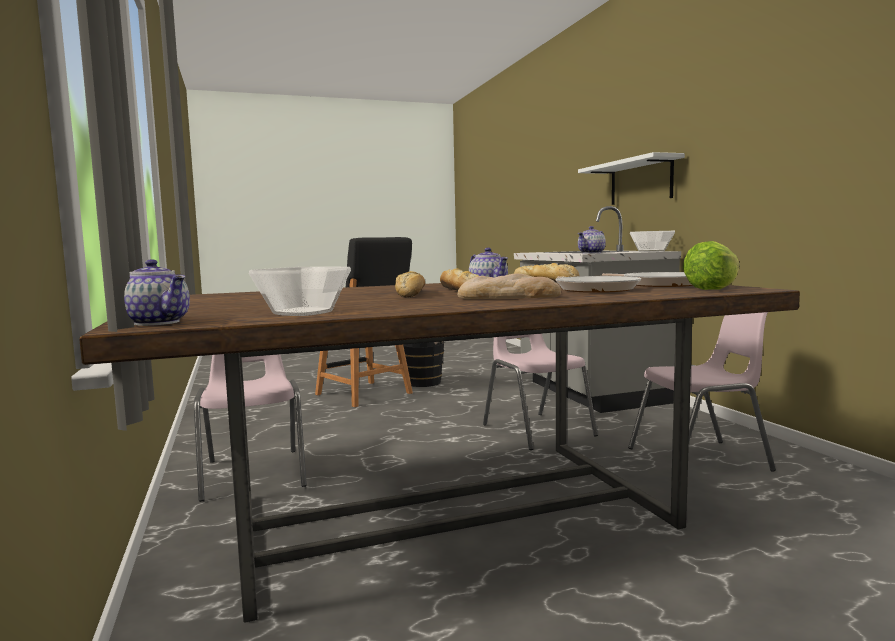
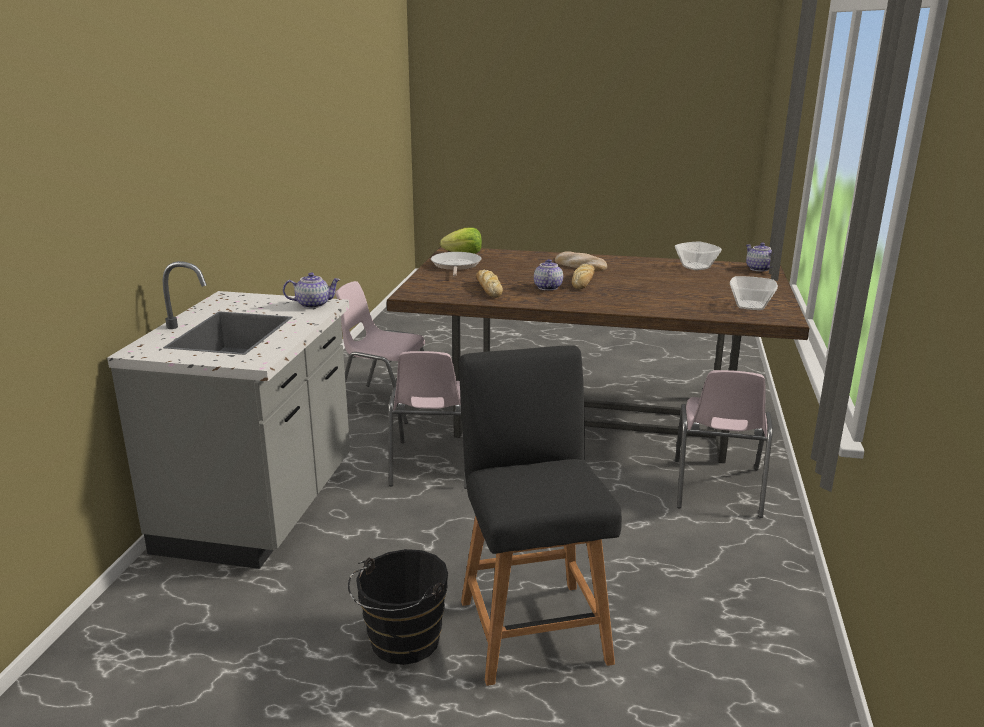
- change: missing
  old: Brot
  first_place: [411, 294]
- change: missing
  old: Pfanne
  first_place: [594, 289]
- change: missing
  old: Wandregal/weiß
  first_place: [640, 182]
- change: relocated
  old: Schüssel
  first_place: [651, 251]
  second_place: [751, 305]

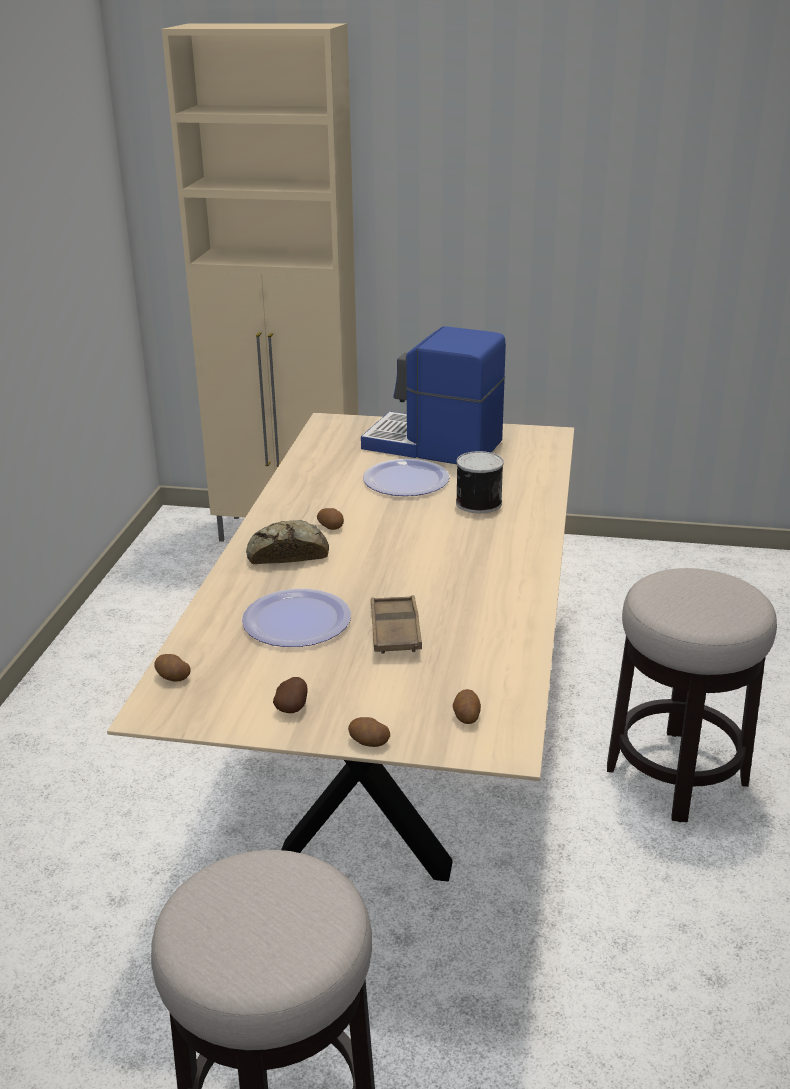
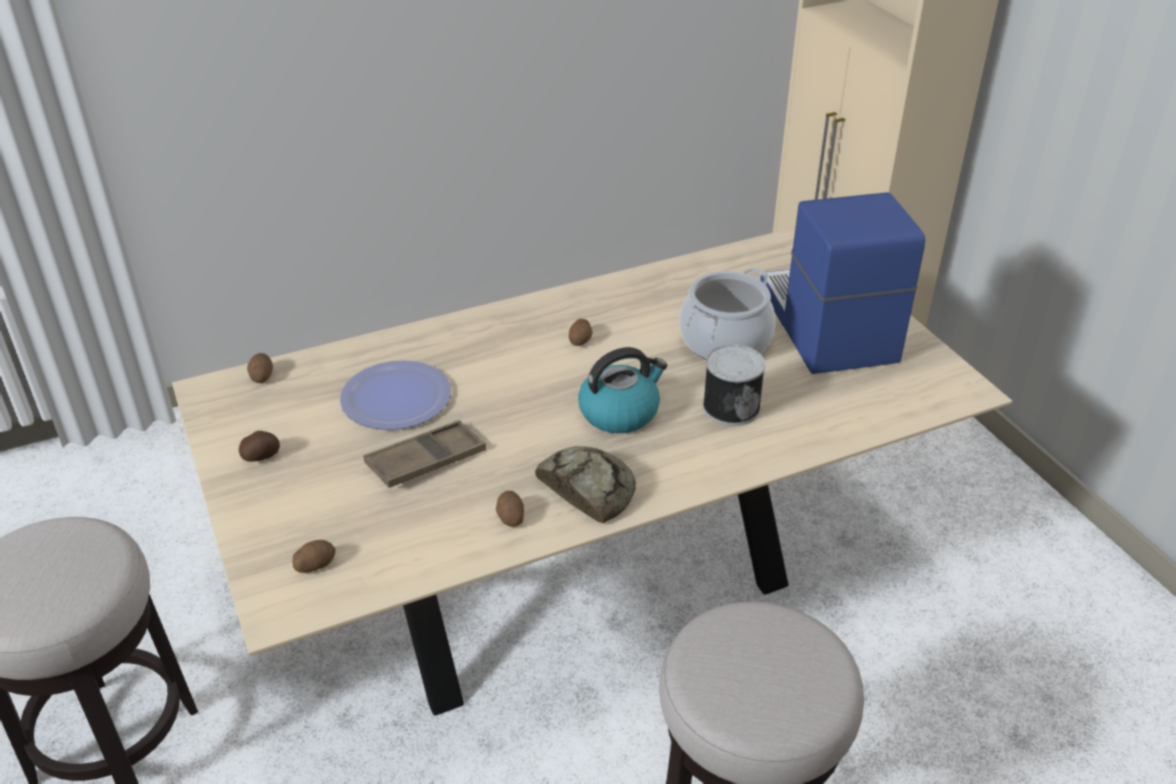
- change: appeared
  new: Wasserkessel
  second_place: [620, 412]
- change: relocated
  old: Brot
  first_place: [287, 553]
  second_place: [587, 489]
- change: relocated
  old: Kartoffel
  first_place: [368, 742]
  second_place: [510, 517]
- change: exchanged
  old: Teller
  new: Kochtopf
  first_place: [406, 480]
  second_place: [725, 342]

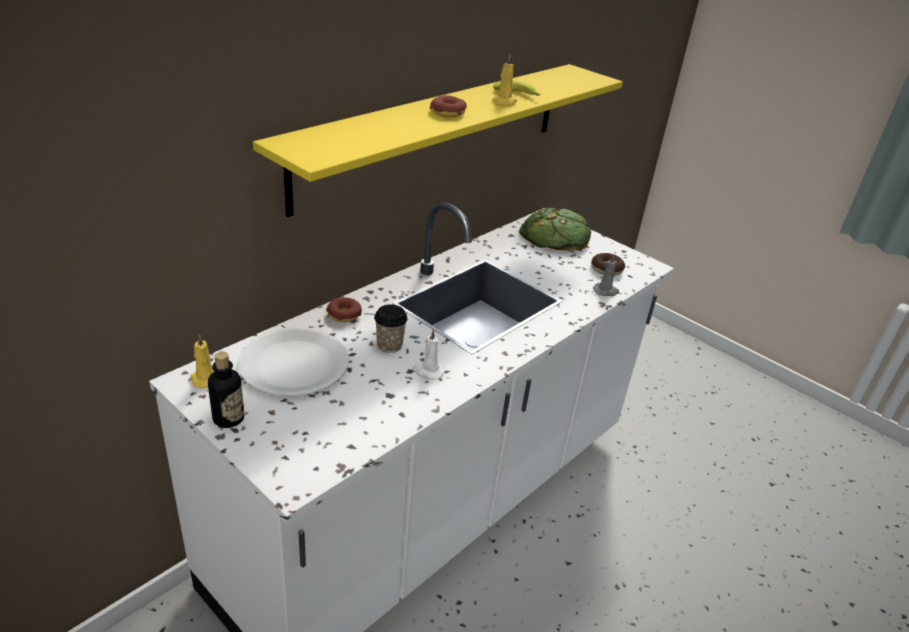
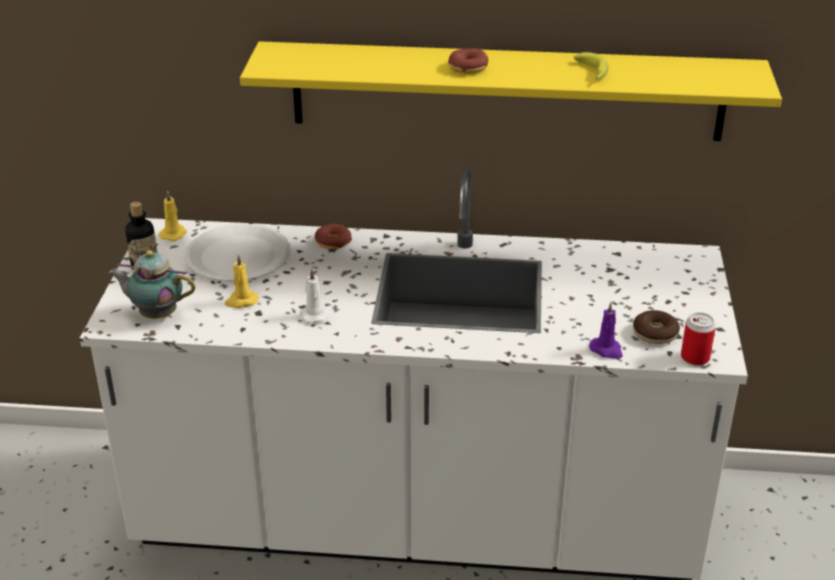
- change: missing
  old: Tasse
  first_place: [389, 345]
- change: missing
  old: Brot
  first_place: [555, 237]
- change: appeared
  new: Teekanne
  second_place: [156, 314]
- change: appeared
  new: Dose
  second_place: [695, 357]
- change: relocated
  old: Kerze/gelb
  first_place: [503, 102]
  second_place: [241, 301]
- change: colour
  old: Kerze/grau
  new: Kerze/lila
  first_place: [606, 291]
  second_place: [606, 350]

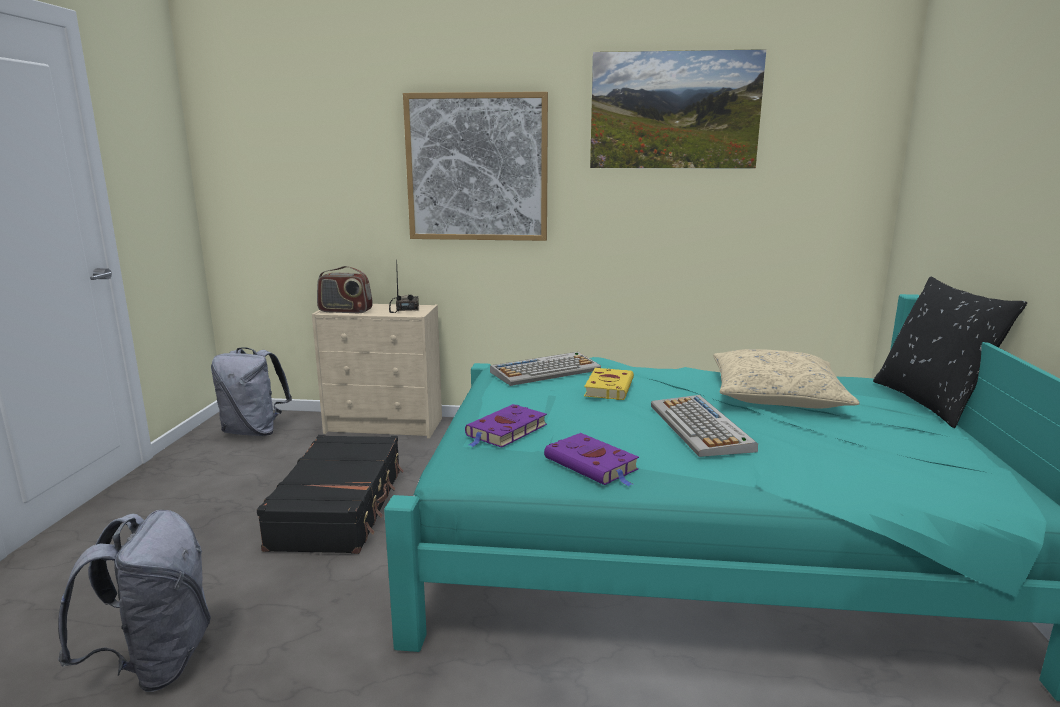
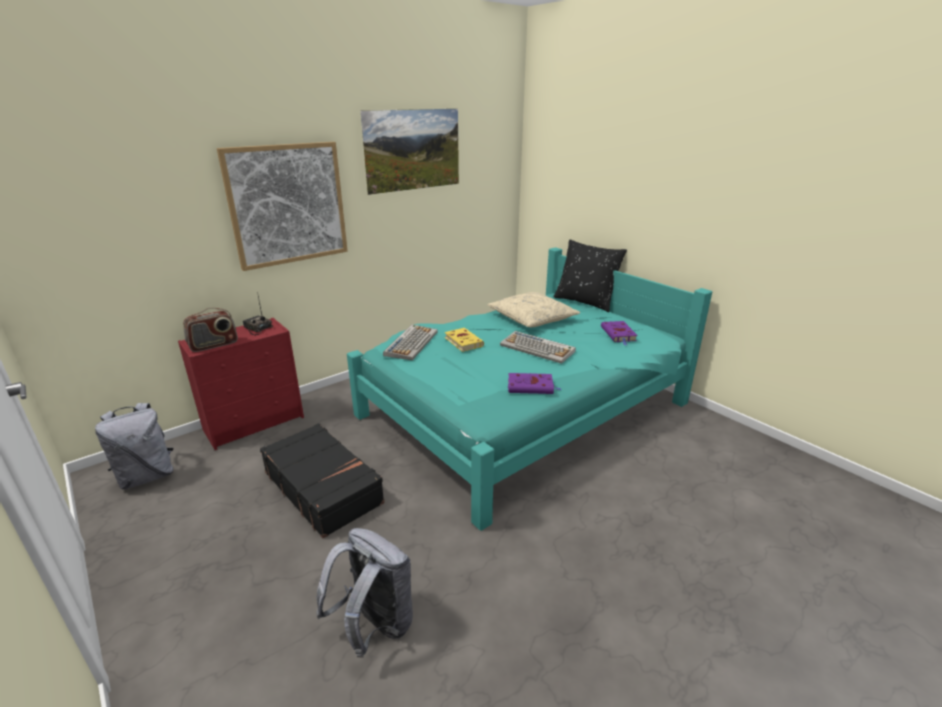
- change: relocated
  old: Buch/lila
  first_place: [505, 431]
  second_place: [619, 334]
- change: colour
  old: Kommode/beige
  new: Kommode/rot
  first_place: [385, 426]
  second_place: [255, 423]

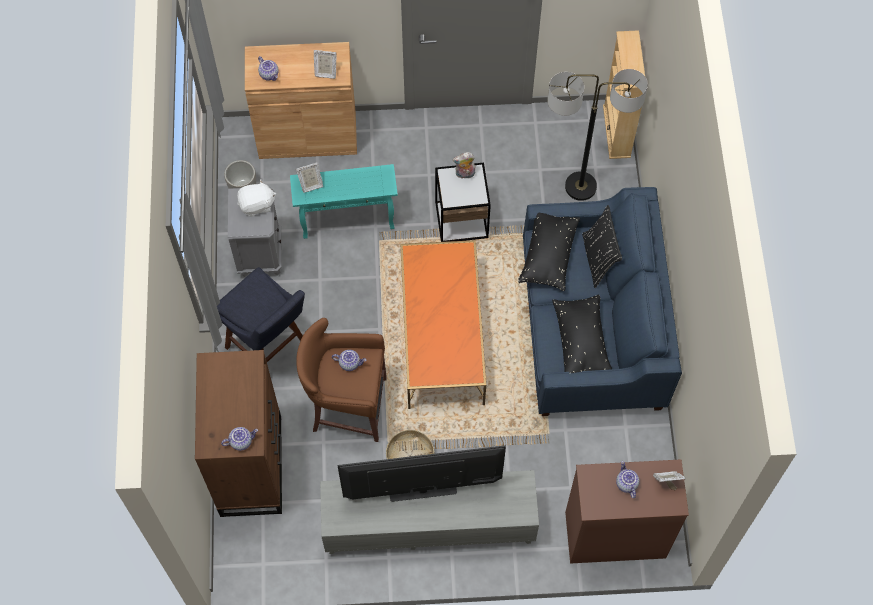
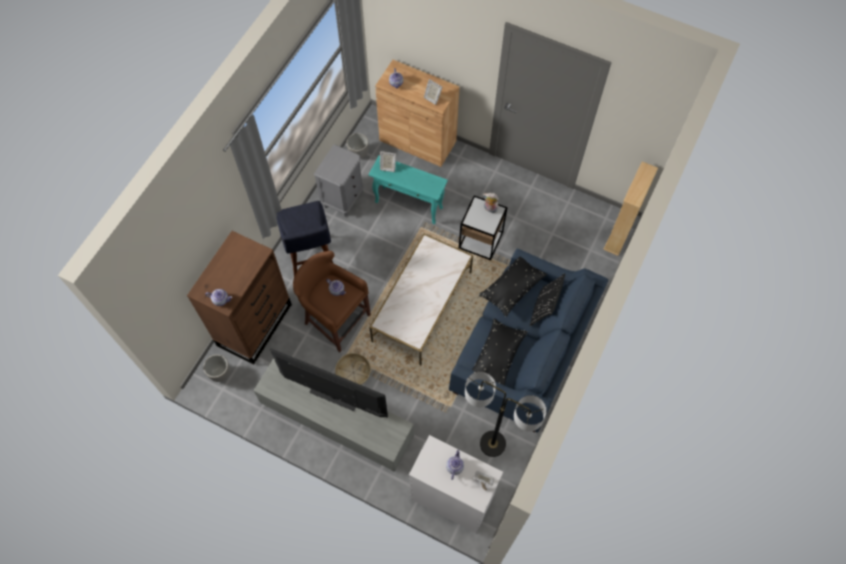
- change: missing
  old: Plüschtier/weiß
  first_place: [257, 205]
- change: appeared
  new: Pflanzkübel
  second_place: [220, 373]
- change: relocated
  old: Stehlampe
  first_place: [581, 187]
  second_place: [492, 444]
- change: colour
  old: Couchtisch/orange
  new: Couchtisch/weiß
  first_place: [442, 335]
  second_place: [422, 306]
- change: colour
  old: Kommode/braun
  new: Kommode/weiß
  first_place: [614, 535]
  second_place: [451, 497]

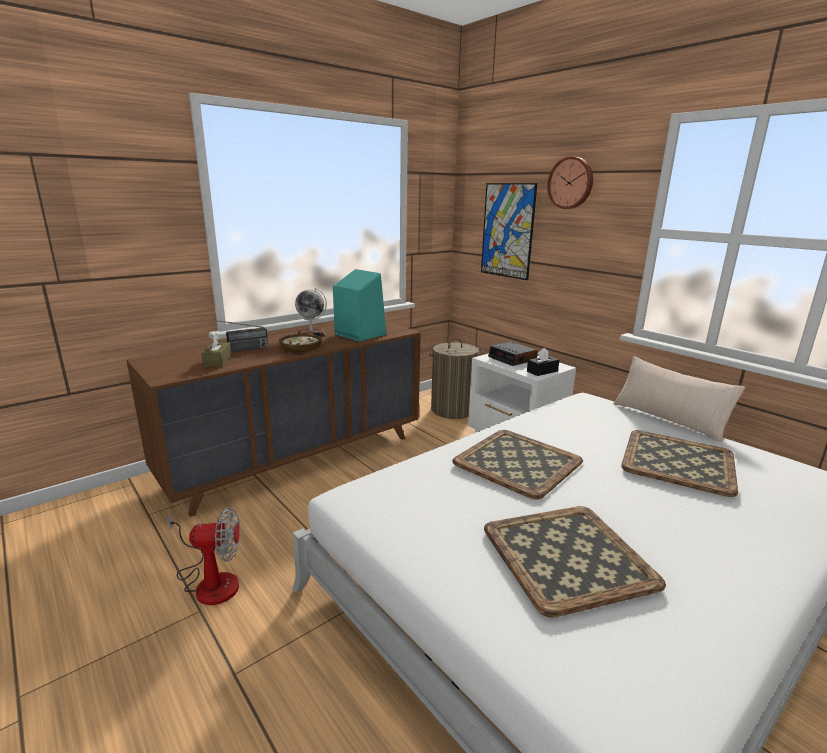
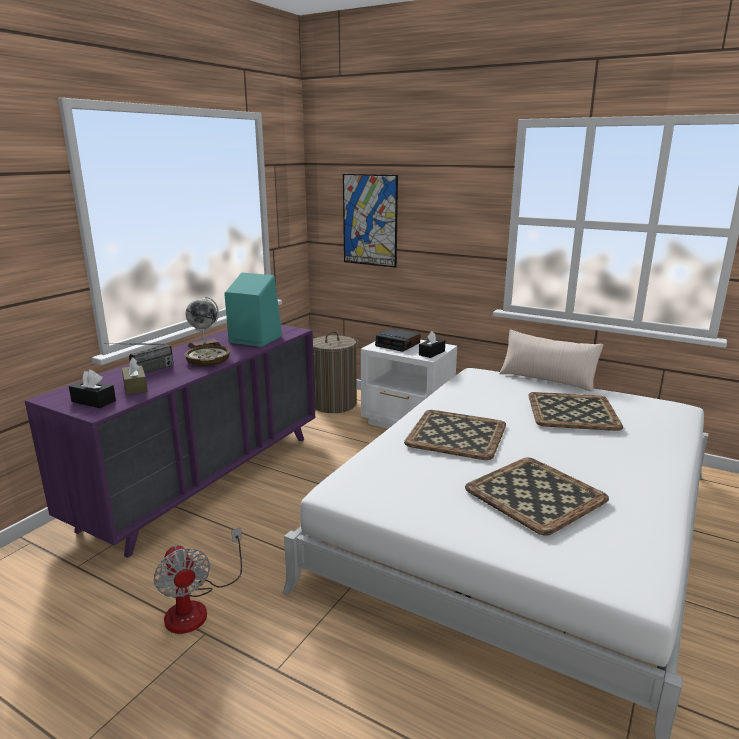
- change: missing
  old: Wanduhr
  first_place: [571, 183]
- change: appeared
  new: Taschentuchbox/schwarz
  second_place: [93, 401]
- change: colour
  old: Kommode/braun
  new: Kommode/lila
  first_place: [297, 458]
  second_place: [205, 479]
- change: spun
  old: Ventilator
  first_place: [210, 581]
  second_place: [196, 607]
  degrees: 90

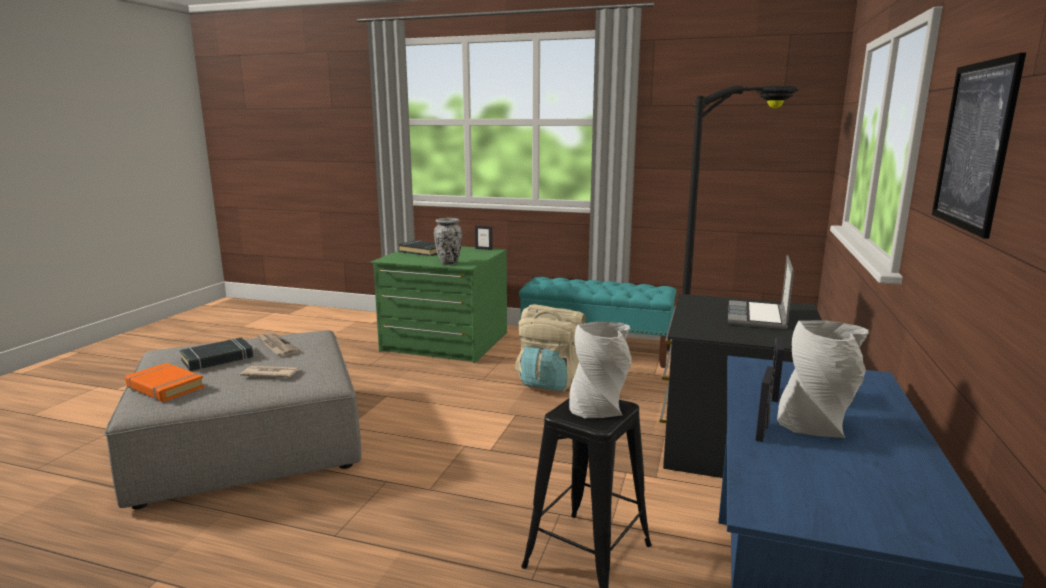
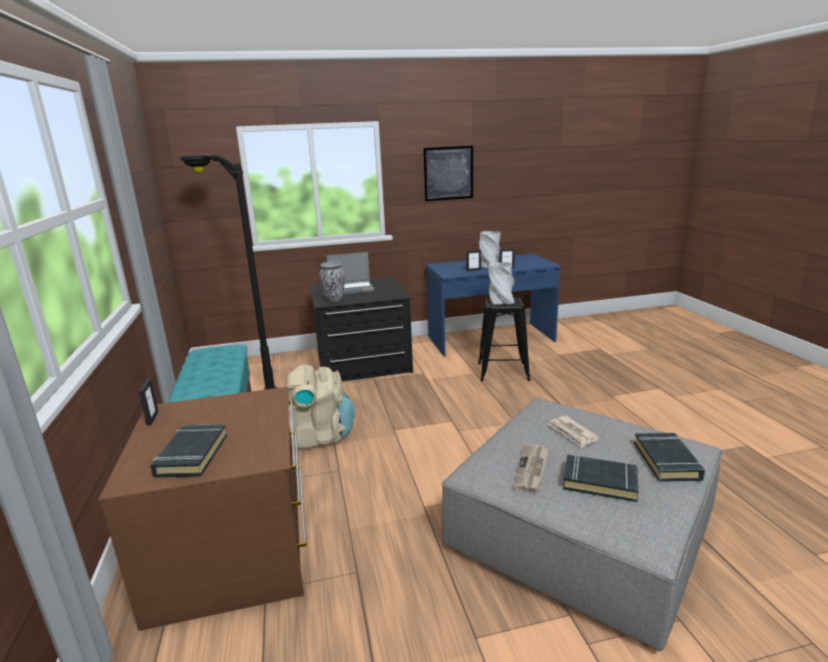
- change: relocated
  old: Vase
  first_place: [449, 263]
  second_place: [334, 300]
- change: colour
  old: Buch/orange
  new: Buch/schwarz
  first_place: [165, 387]
  second_place: [667, 461]
- change: colour
  old: Kommode/grün
  new: Kommode/braun
  first_place: [444, 342]
  second_place: [234, 550]

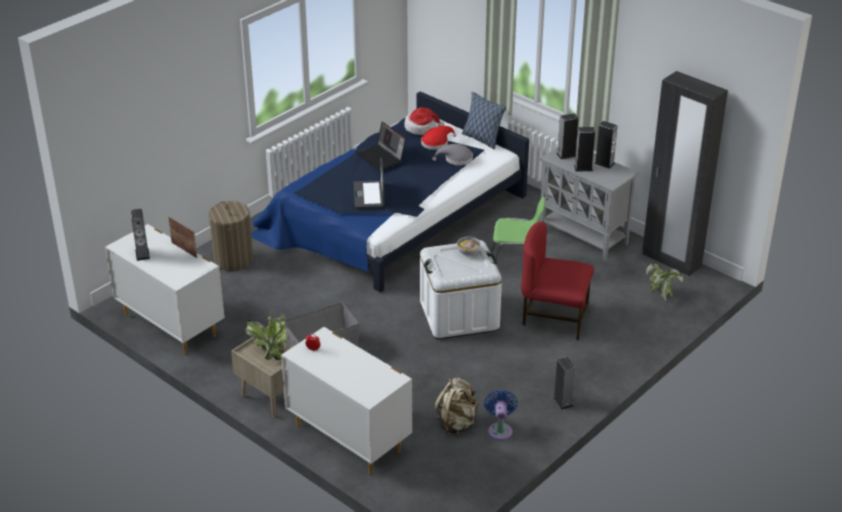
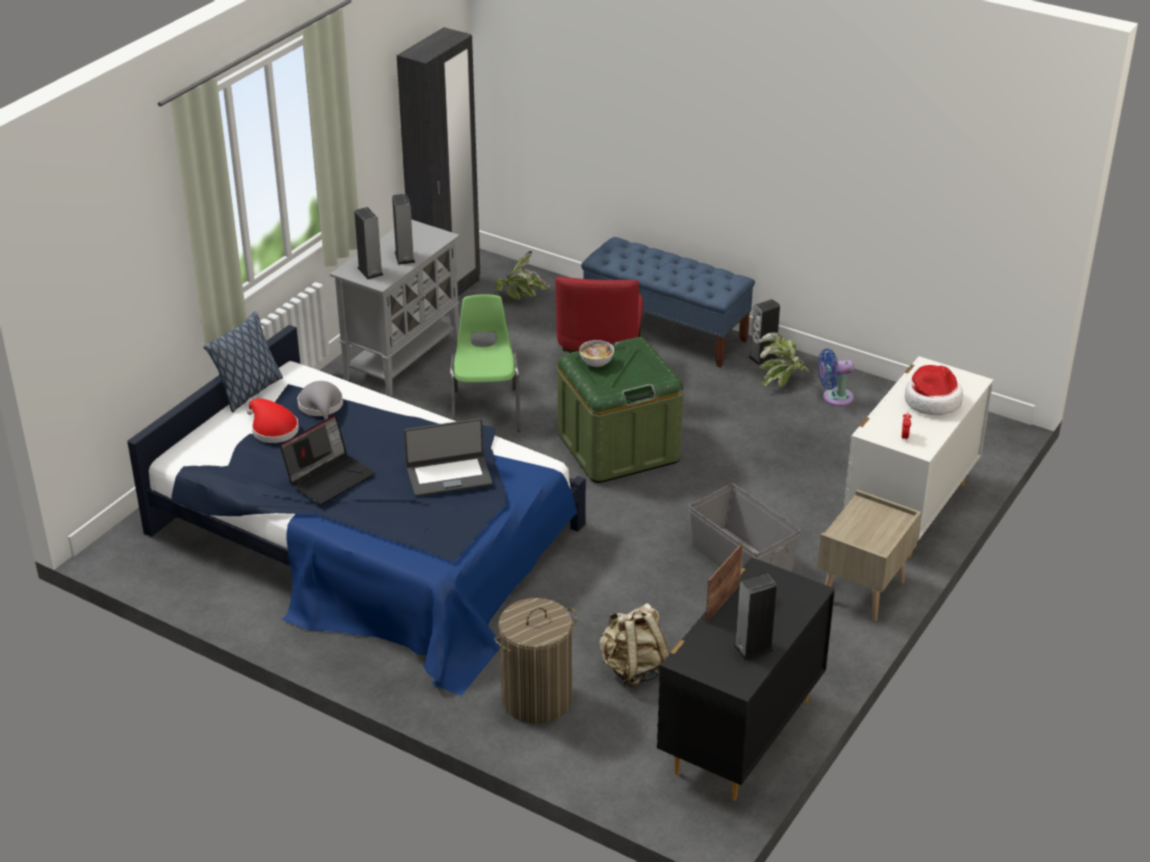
- change: missing
  old: Lautsprecher
  first_place: [604, 163]
- change: appeared
  new: Bank/blau
  second_place: [666, 331]
- change: relocated
  old: Topfpflanze
  first_place: [271, 350]
  second_place: [782, 379]
- change: relocated
  old: Hut
  first_place: [421, 128]
  second_place: [931, 401]
- change: relocated
  old: Rucksack/beige
  first_place: [457, 423]
  second_place: [634, 669]
- change: colour
  old: Kommode/weiß
  new: Kommode/schwarz
  first_place: [170, 324]
  second_place: [740, 737]
- change: colour
  old: Aufbewahrungsbox/weiß
  new: Aufbewahrungsbox/grün
  first_place: [459, 315]
  second_place: [618, 448]

